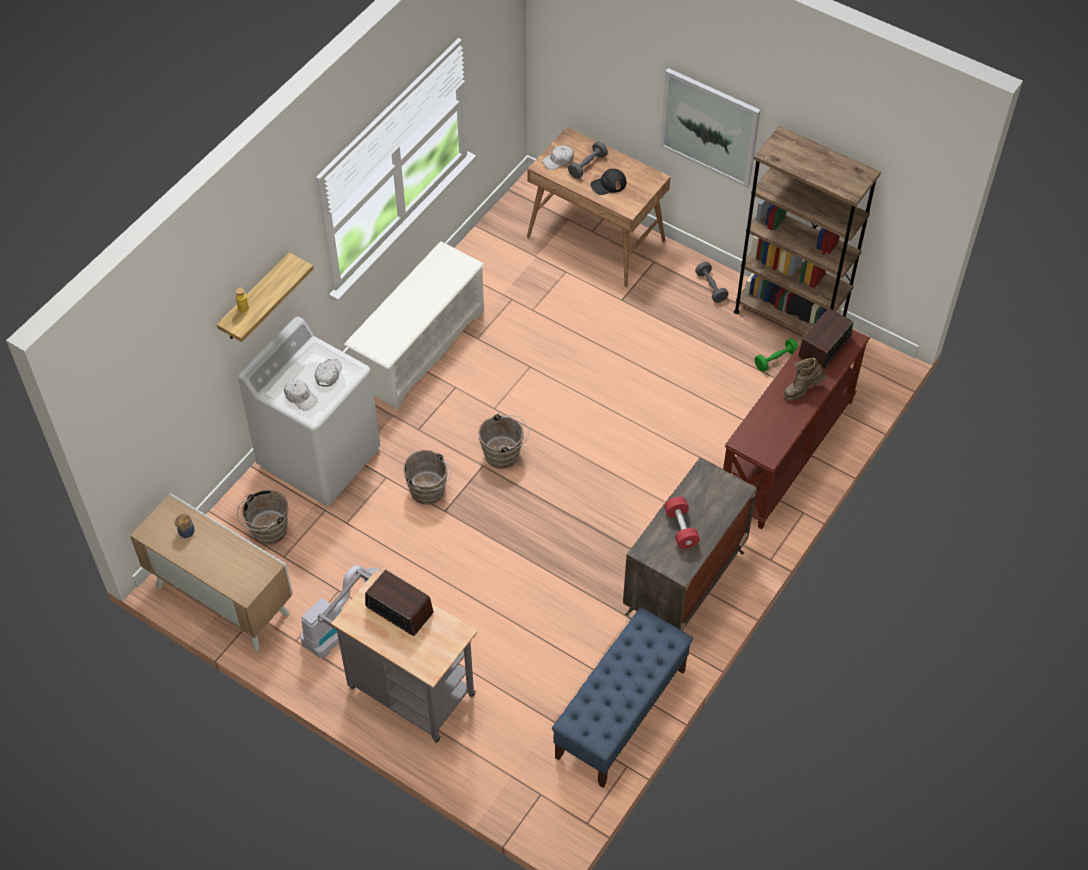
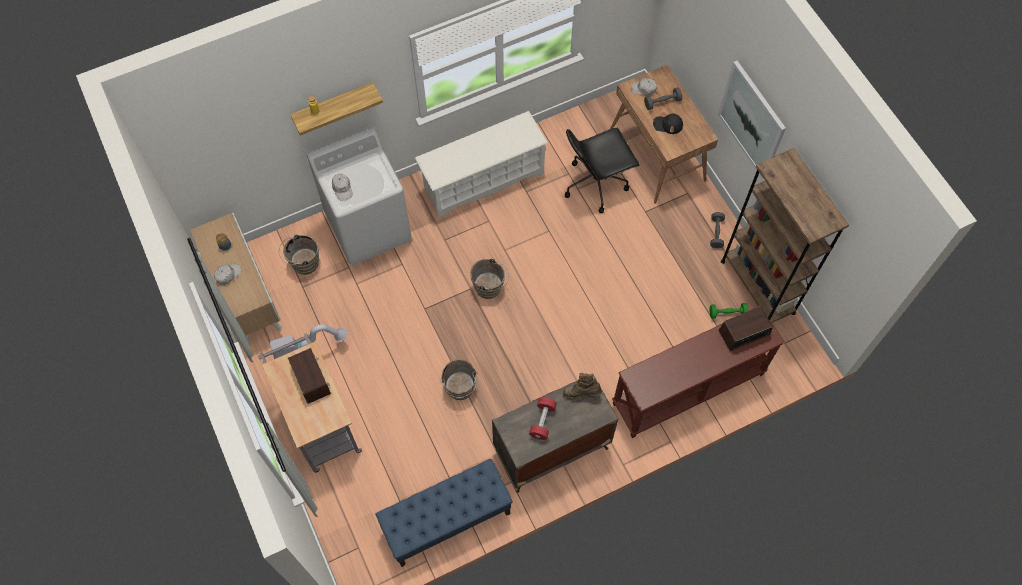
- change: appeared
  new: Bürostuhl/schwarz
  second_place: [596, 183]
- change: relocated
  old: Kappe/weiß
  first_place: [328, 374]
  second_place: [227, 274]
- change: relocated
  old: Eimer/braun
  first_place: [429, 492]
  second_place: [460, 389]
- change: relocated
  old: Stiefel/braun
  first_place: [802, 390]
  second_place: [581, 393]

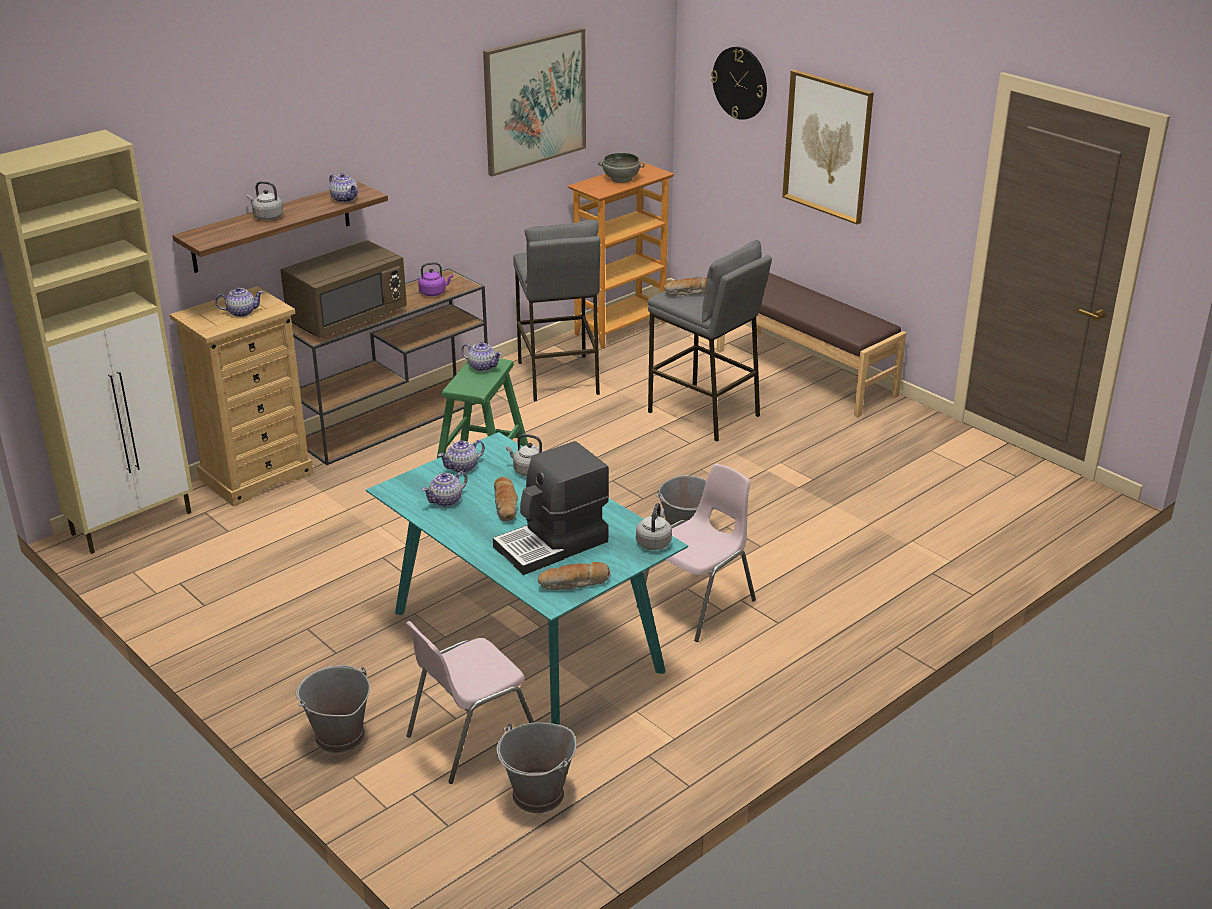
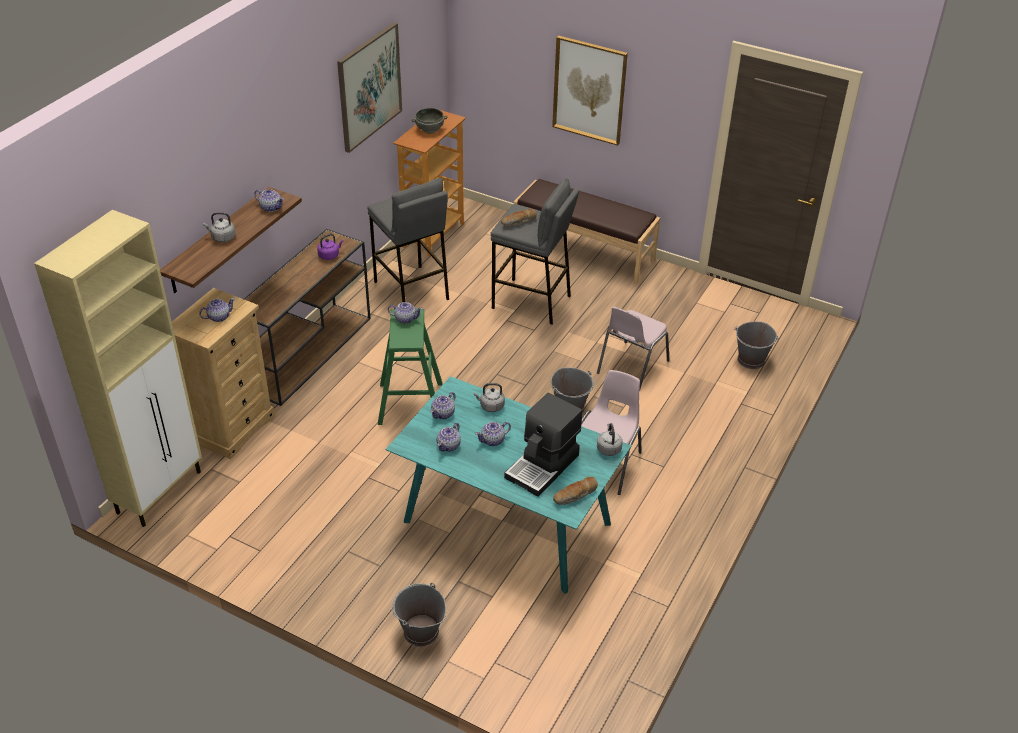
- change: missing
  old: Mikrowelle/braun
  first_place: [347, 317]
- change: missing
  old: Wanduhr
  first_place: [740, 83]
- change: relocated
  old: Stuhl/rosa
  first_place: [471, 739]
  second_place: [631, 367]
- change: relocated
  old: Eimer/grau
  first_place: [538, 795]
  second_place: [751, 360]
- change: exchanged
  old: Brot
  new: Teekanne
  first_place: [506, 506]
  second_place: [493, 440]

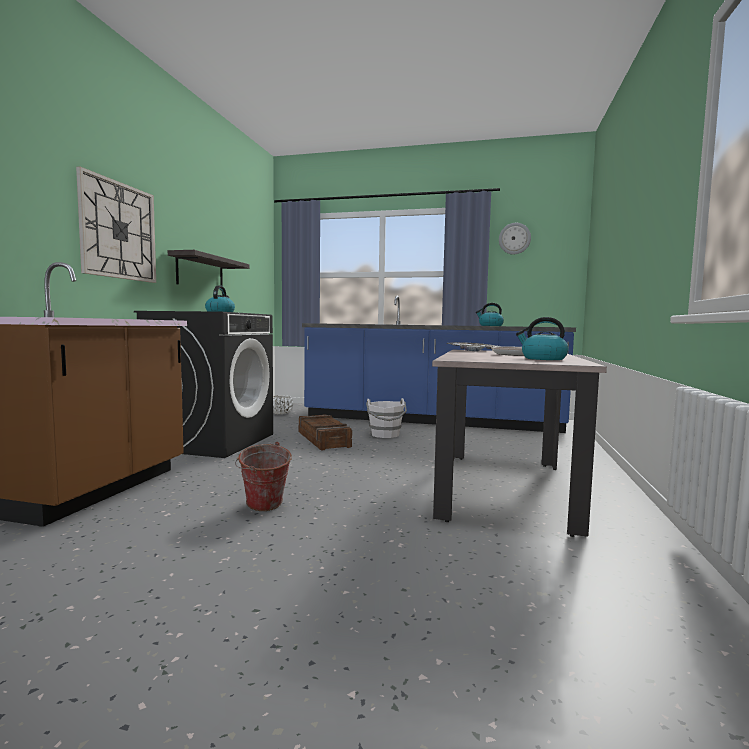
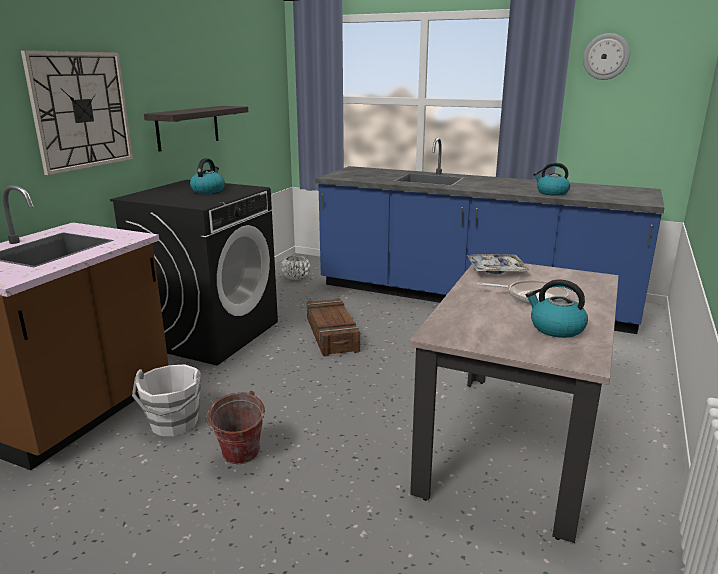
- change: relocated
  old: Eimer/weiß
  first_place: [385, 435]
  second_place: [174, 424]

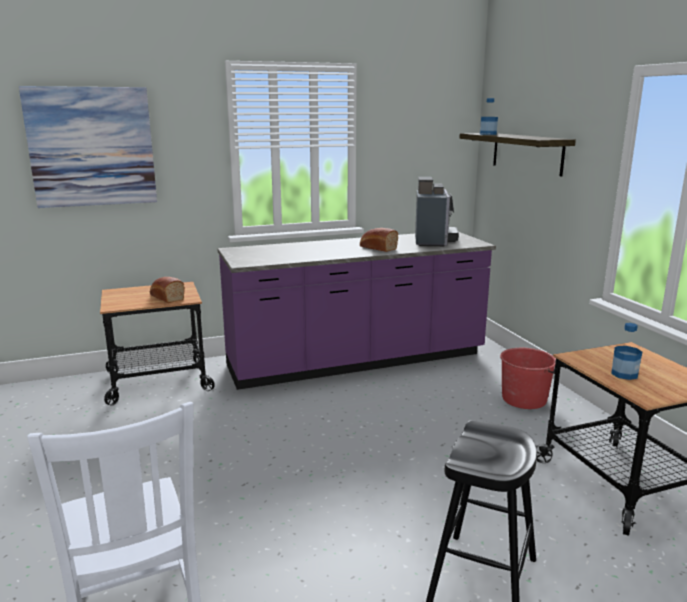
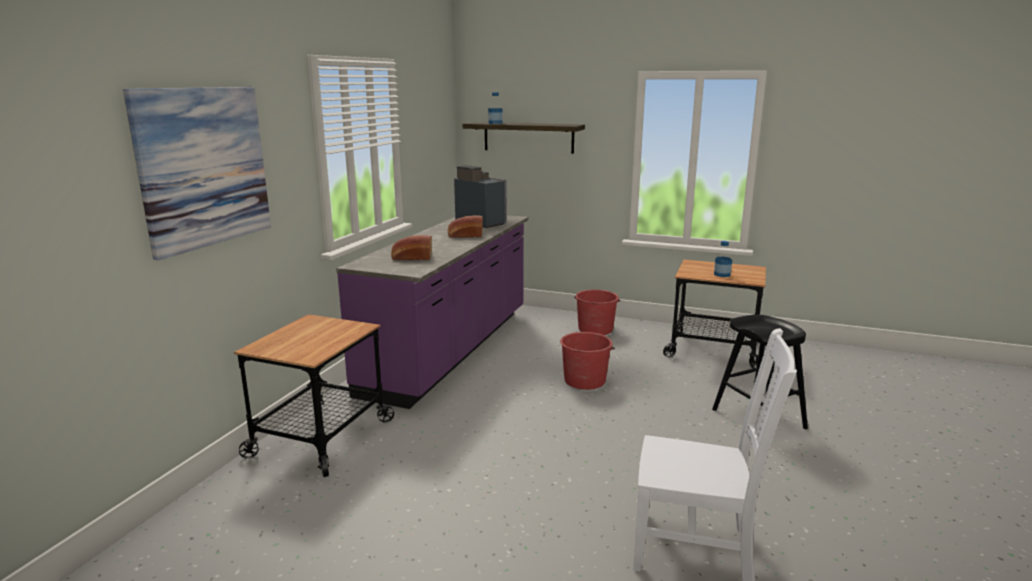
- change: appeared
  new: Eimer/rot
  second_place: [585, 380]
- change: relocated
  old: Brot
  first_place: [166, 297]
  second_place: [411, 258]

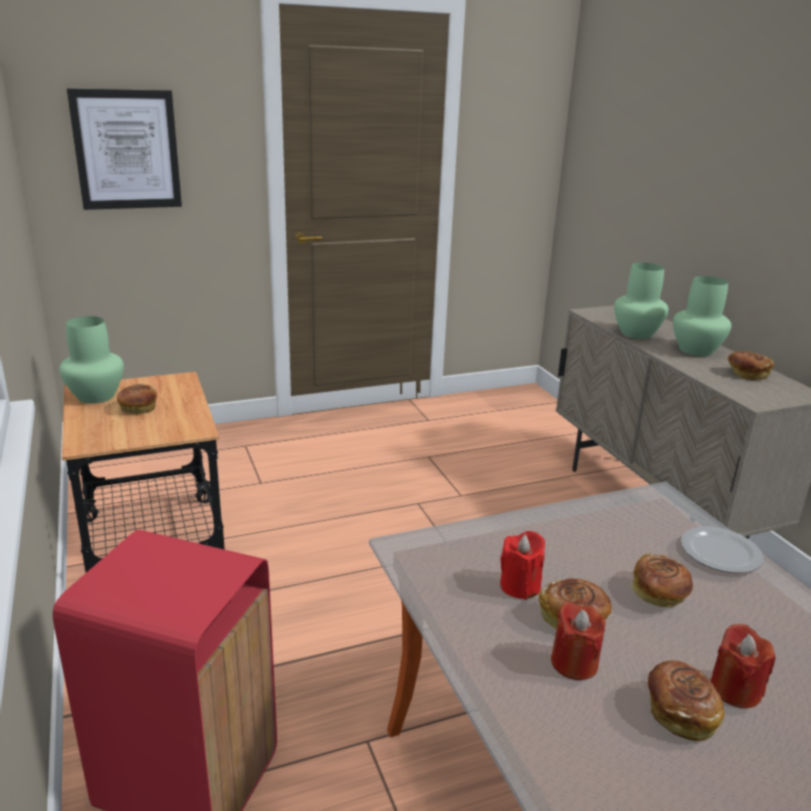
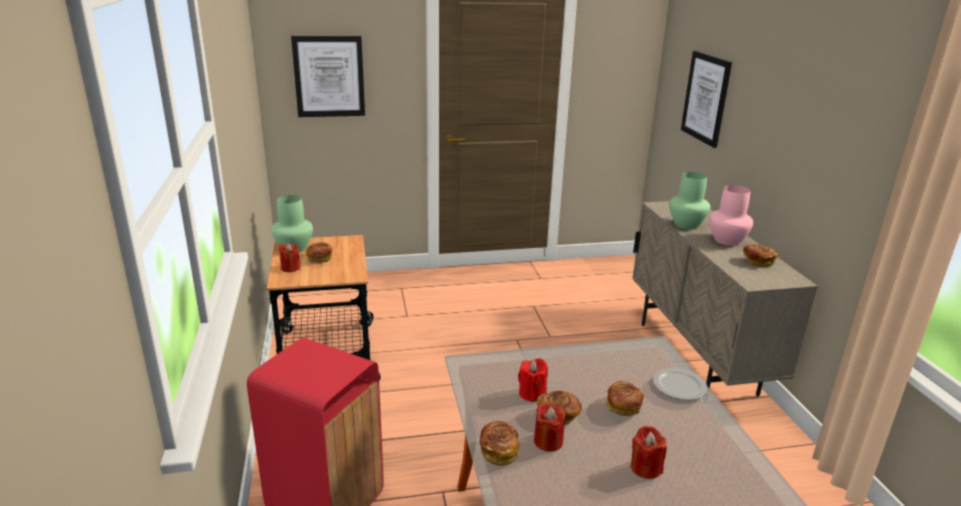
- change: appeared
  new: Kerze/rot
  second_place: [290, 268]
- change: appeared
  new: Bild
  second_place: [706, 98]
- change: relocated
  old: Brot
  first_place: [680, 712]
  second_place: [499, 451]
- change: colour
  old: Vase/grün
  new: Vase/rosa
  first_place: [696, 351]
  second_place: [727, 241]

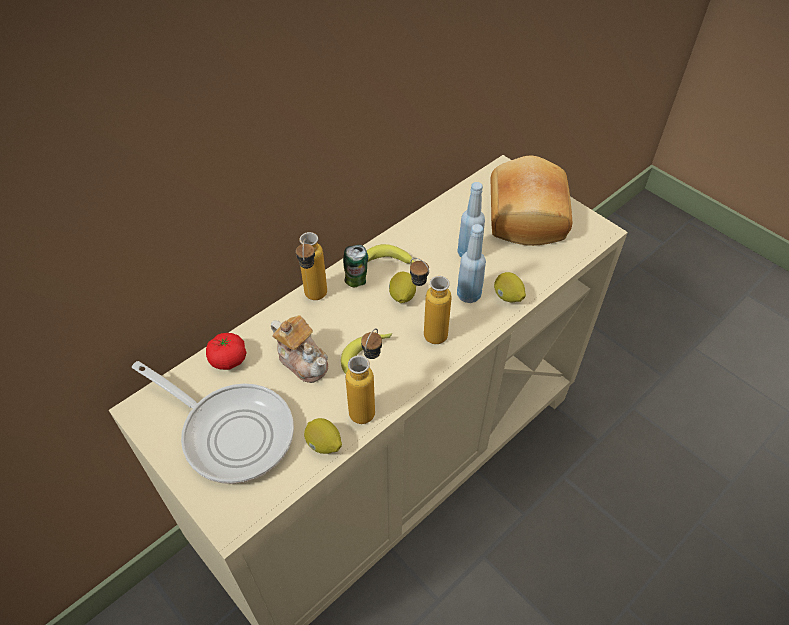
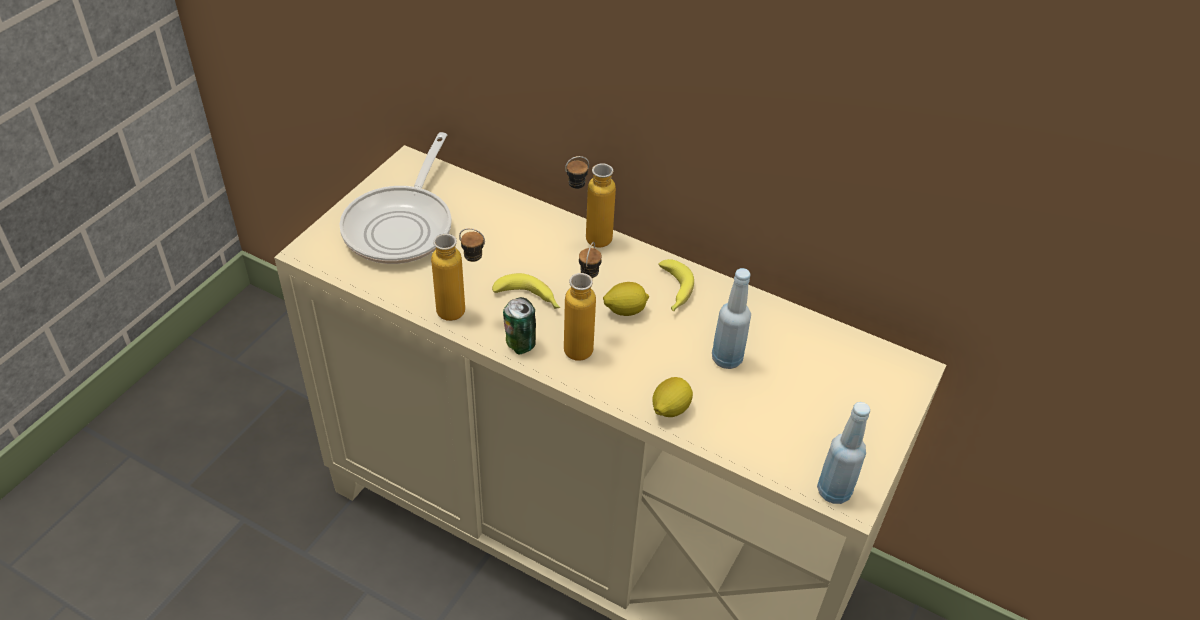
- change: missing
  old: Tomate
  first_place: [228, 359]
- change: missing
  old: Teekanne
  first_place: [303, 360]
- change: missing
  old: Zitrone
  first_place: [324, 444]
- change: missing
  old: Brot
  first_place: [524, 216]
- change: relocated
  old: Dose
  first_place: [356, 281]
  second_place: [520, 345]
- change: relocated
  old: Flasche/blau
  first_place: [468, 295]
  second_place: [833, 491]

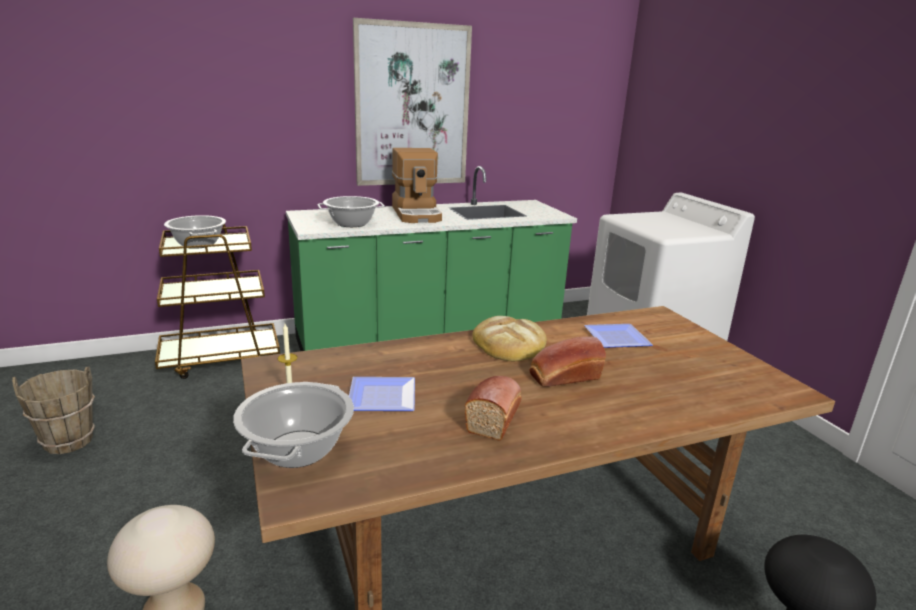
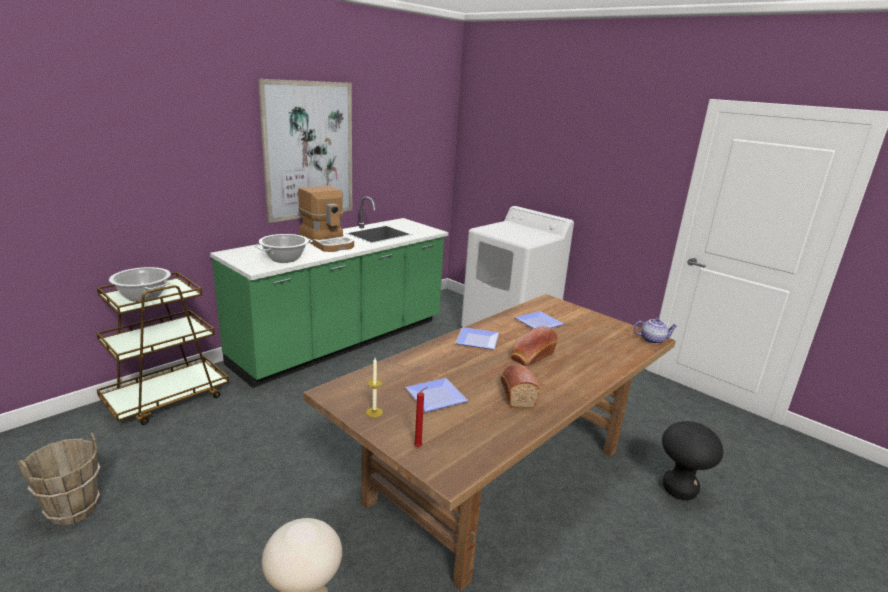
- change: appeared
  new: Teekanne
  second_place: [652, 340]
- change: exchanged
  old: Kochtopf
  new: Kerze/rot
  first_place: [297, 449]
  second_place: [419, 446]
- change: exchanged
  old: Brot
  new: Teller
  first_place: [509, 343]
  second_place: [479, 340]

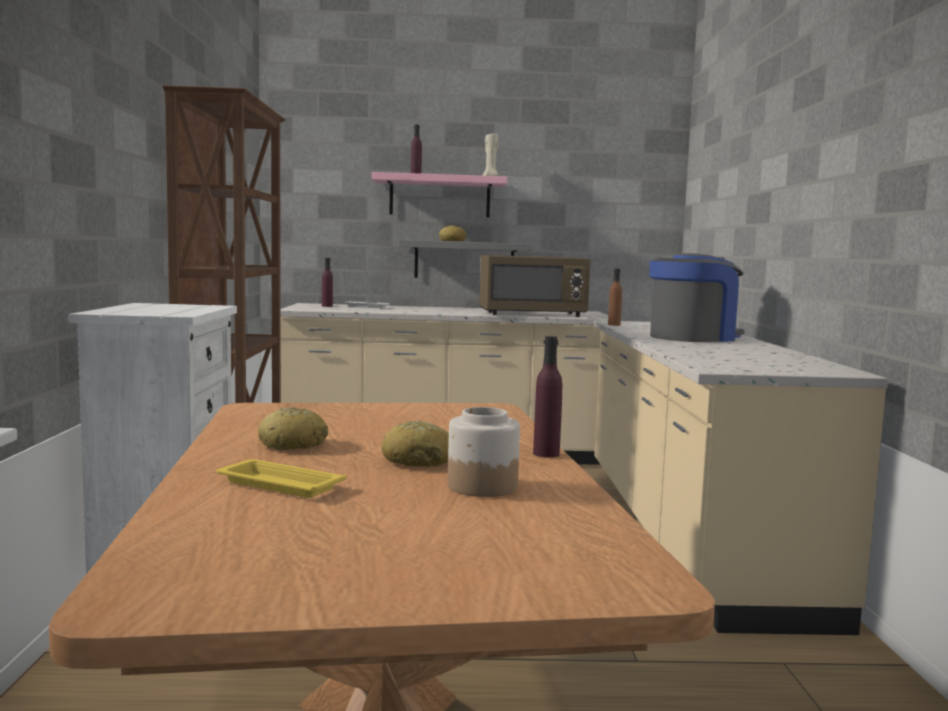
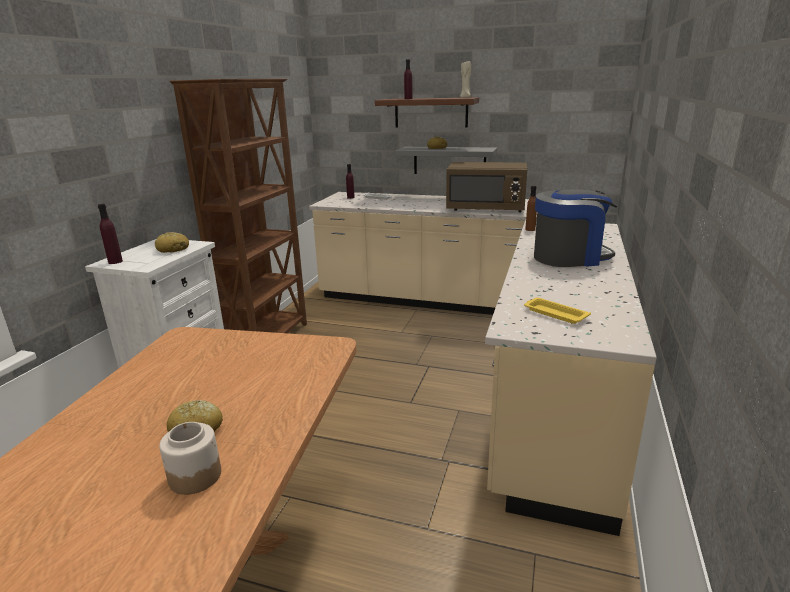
- change: relocated
  old: Tablett/gelb
  first_place: [278, 485]
  second_place: [554, 313]
- change: relocated
  old: Brot
  first_place: [293, 445]
  second_place: [173, 249]
- change: relocated
  old: Flasche/lila
  first_place: [546, 454]
  second_place: [115, 261]
- change: colour
  old: Wandregal/rosa
  new: Wandregal/braun
  first_place: [439, 197]
  second_place: [431, 113]

